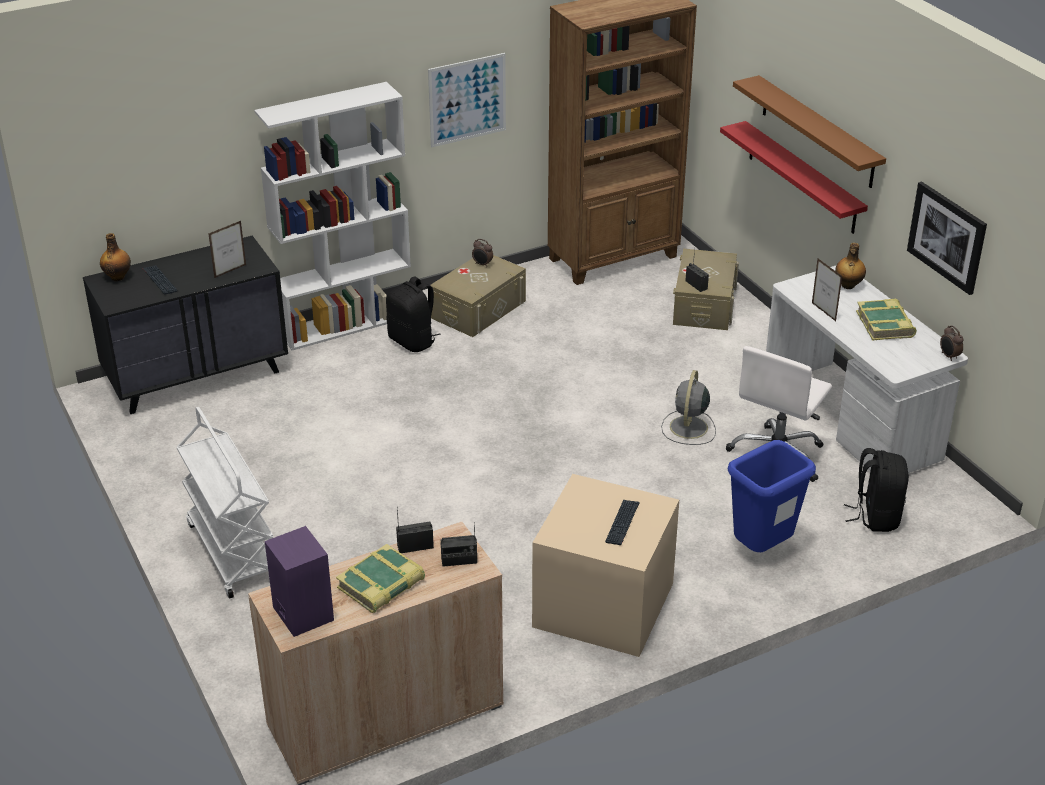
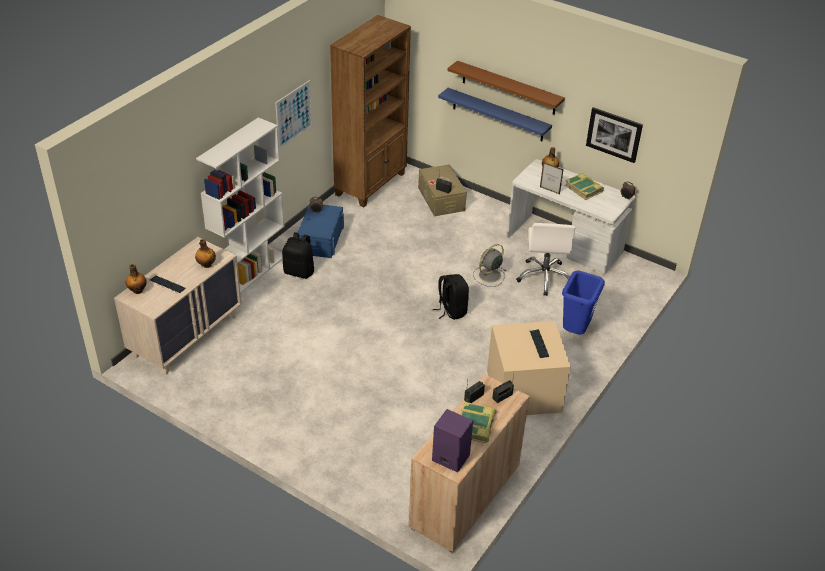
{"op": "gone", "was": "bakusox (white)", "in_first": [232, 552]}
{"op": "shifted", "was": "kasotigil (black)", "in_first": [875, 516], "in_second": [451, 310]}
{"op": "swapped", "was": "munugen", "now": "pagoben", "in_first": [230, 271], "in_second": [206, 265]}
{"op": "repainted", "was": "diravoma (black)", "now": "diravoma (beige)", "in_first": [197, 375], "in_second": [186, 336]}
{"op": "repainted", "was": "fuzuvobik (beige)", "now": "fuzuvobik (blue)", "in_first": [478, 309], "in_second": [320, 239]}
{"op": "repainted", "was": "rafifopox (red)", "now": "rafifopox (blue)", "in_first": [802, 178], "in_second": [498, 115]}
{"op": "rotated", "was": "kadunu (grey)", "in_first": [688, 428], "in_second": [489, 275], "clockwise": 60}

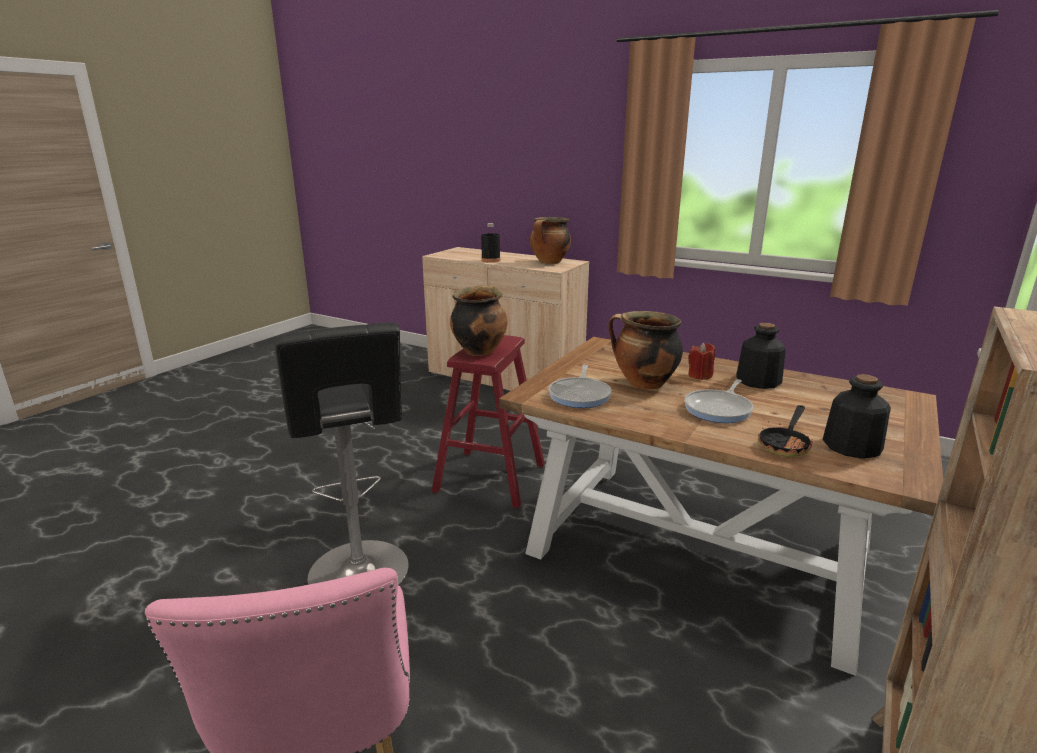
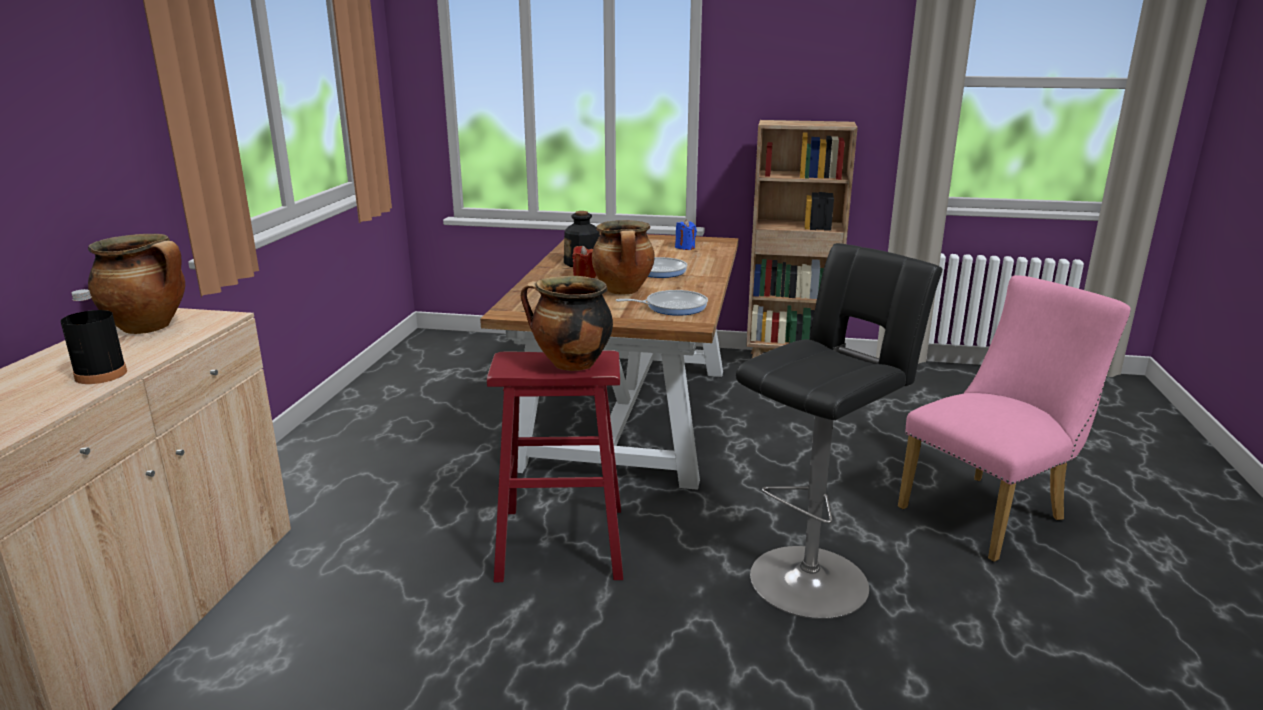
{"op": "gone", "was": "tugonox", "in_first": [785, 444]}
{"op": "swapped", "was": "pagoben", "now": "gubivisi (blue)", "in_first": [851, 446], "in_second": [685, 247]}

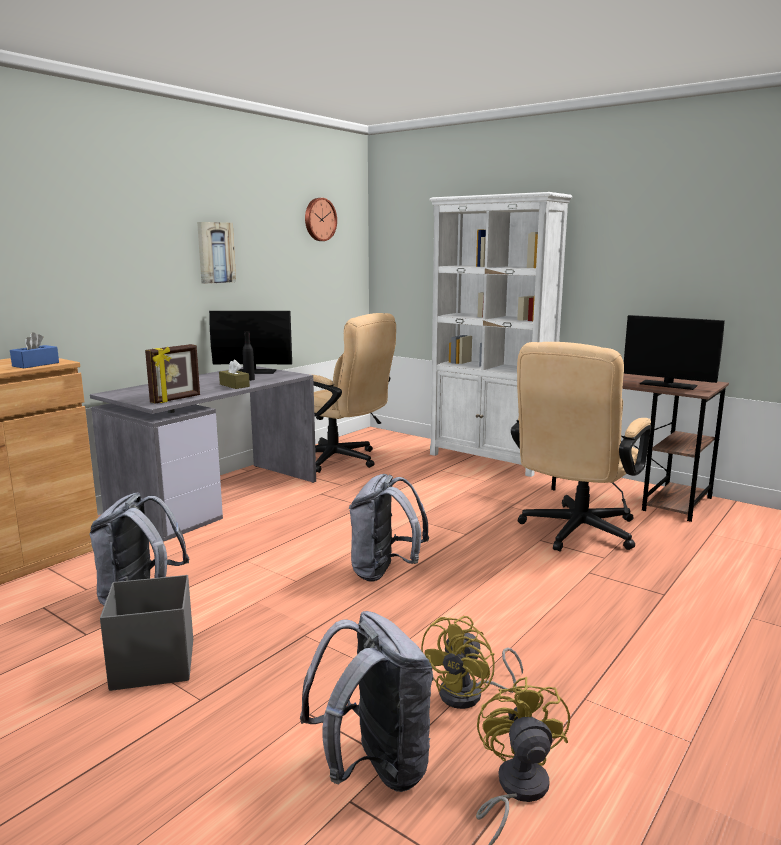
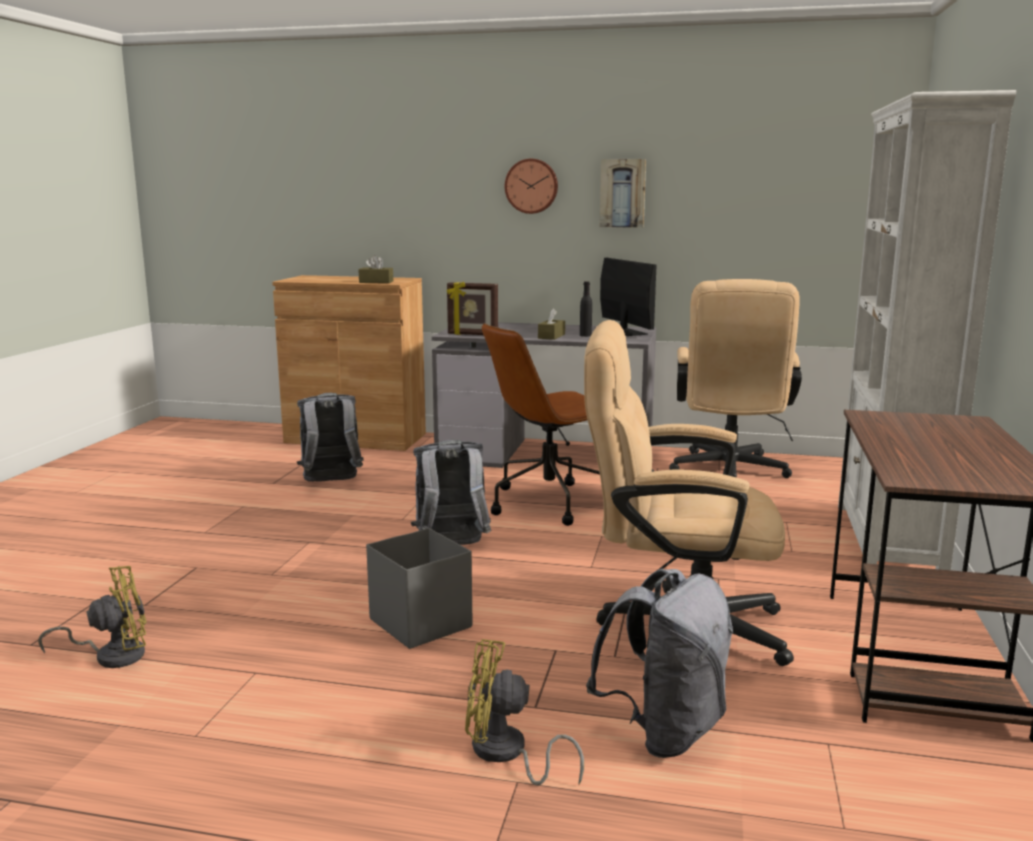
{"op": "gone", "was": "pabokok", "in_first": [668, 385]}
{"op": "new", "now": "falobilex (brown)", "in_second": [550, 502]}
{"op": "shifted", "was": "fuzuvobik (grey)", "in_first": [152, 665], "in_second": [420, 622]}
{"op": "shifted", "was": "kasotigil (grey)", "in_first": [374, 768], "in_second": [664, 732]}
{"op": "shifted", "was": "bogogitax", "in_first": [319, 219], "in_second": [531, 186]}
{"op": "shifted", "was": "kadunu (yellow)", "in_first": [470, 695], "in_second": [506, 754]}
{"op": "repainted", "was": "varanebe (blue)", "now": "varanebe (brown)", "in_first": [36, 364], "in_second": [376, 282]}

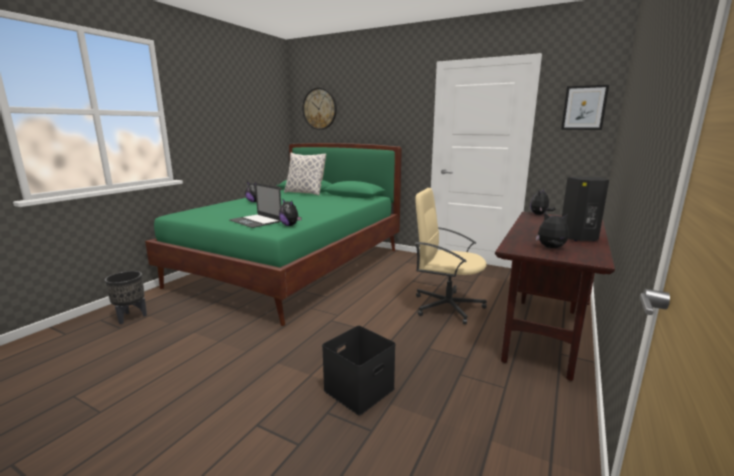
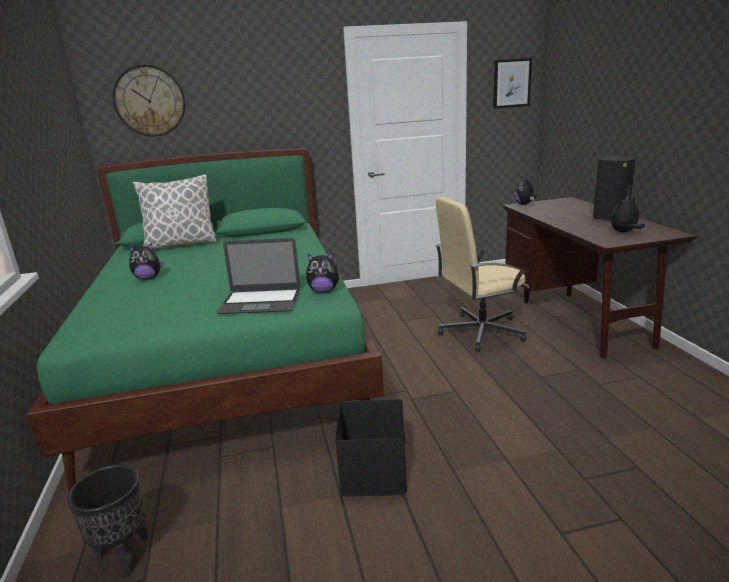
{"op": "shifted", "was": "fuzuvobik (black)", "in_first": [359, 388], "in_second": [372, 471]}

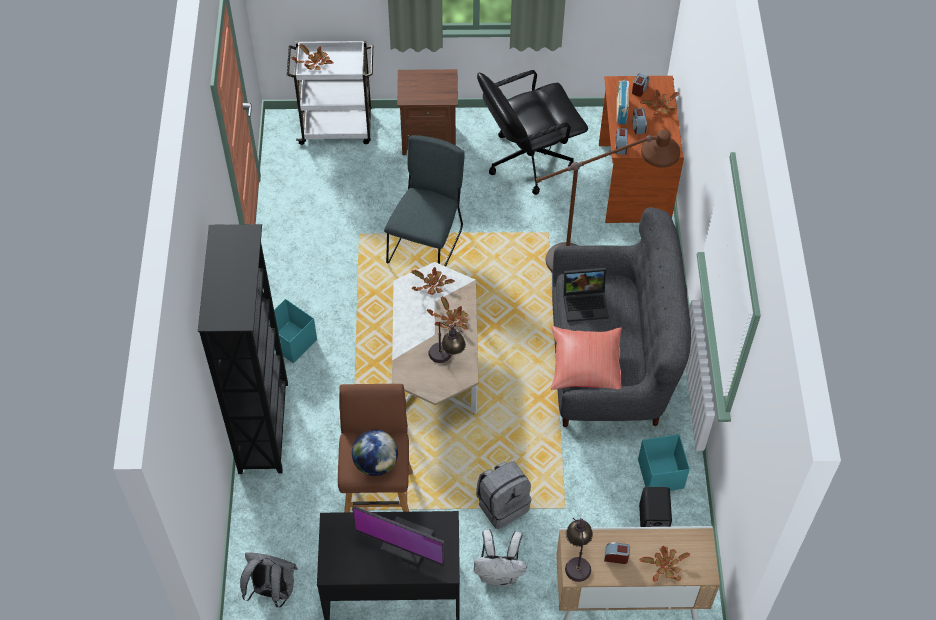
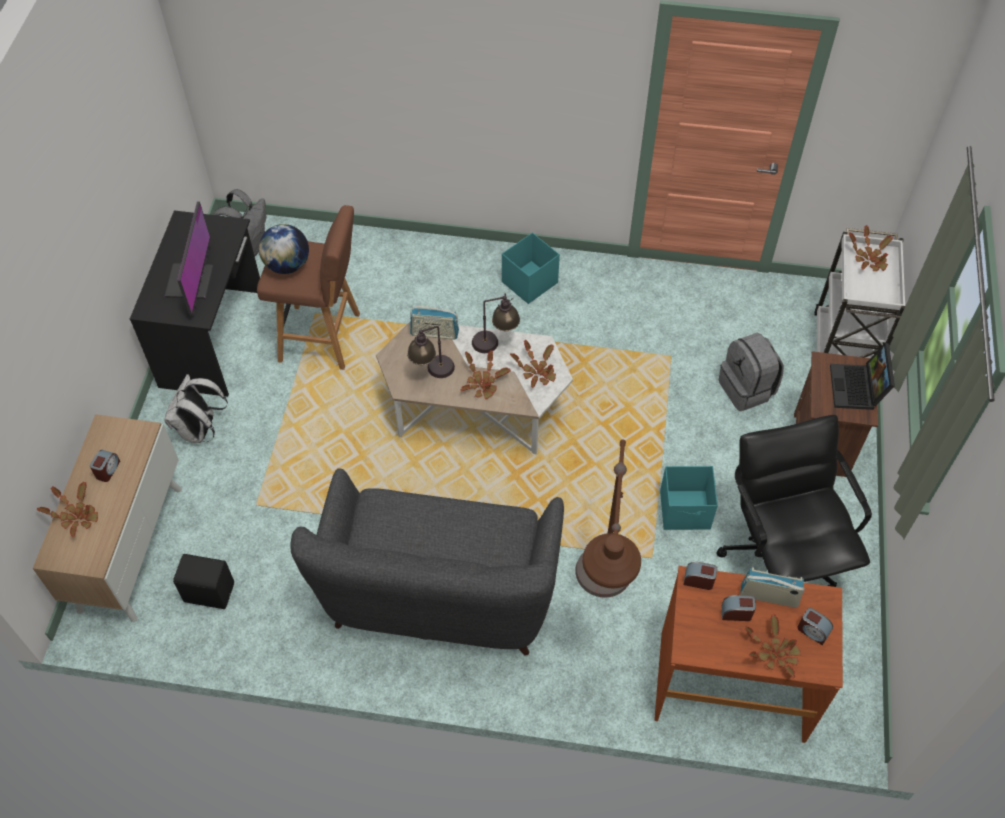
{"op": "gone", "was": "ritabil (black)", "in_first": [265, 426]}
{"op": "gone", "was": "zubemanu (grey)", "in_first": [427, 243]}
{"op": "gone", "was": "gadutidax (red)", "in_first": [585, 367]}
{"op": "new", "now": "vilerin", "in_second": [434, 333]}
{"op": "shifted", "was": "kasotigil (grey)", "in_first": [502, 504], "in_second": [747, 389]}
{"op": "shifted", "was": "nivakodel", "in_first": [586, 303], "in_second": [858, 389]}
{"op": "shifted", "was": "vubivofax", "in_first": [577, 559], "in_second": [495, 343]}
{"op": "shifted", "was": "fuzuvobik (turquoise)", "in_first": [660, 473], "in_second": [685, 511]}
{"op": "rotated", "was": "pabokok", "in_first": [406, 542], "in_second": [191, 281], "clockwise": 150}

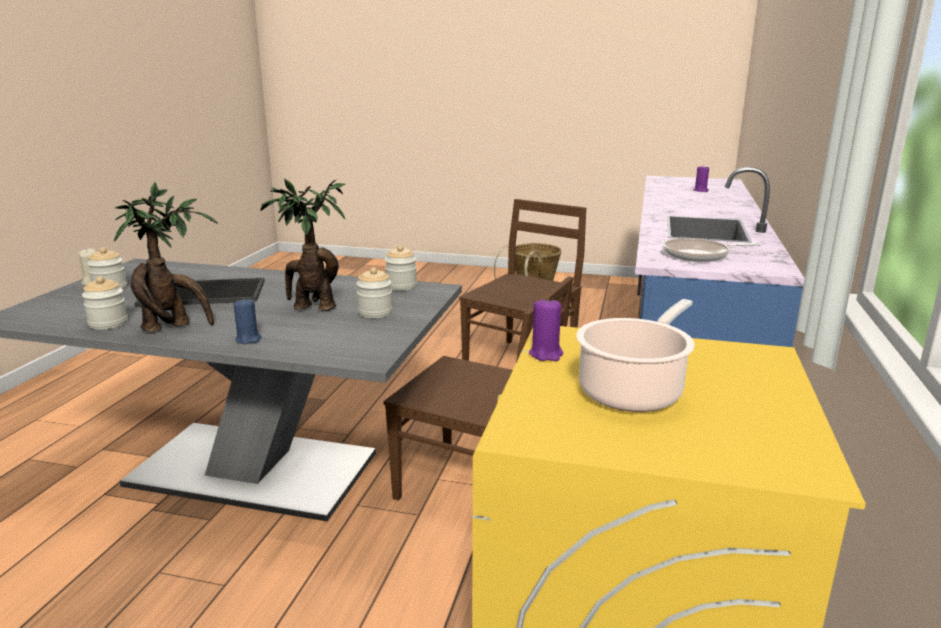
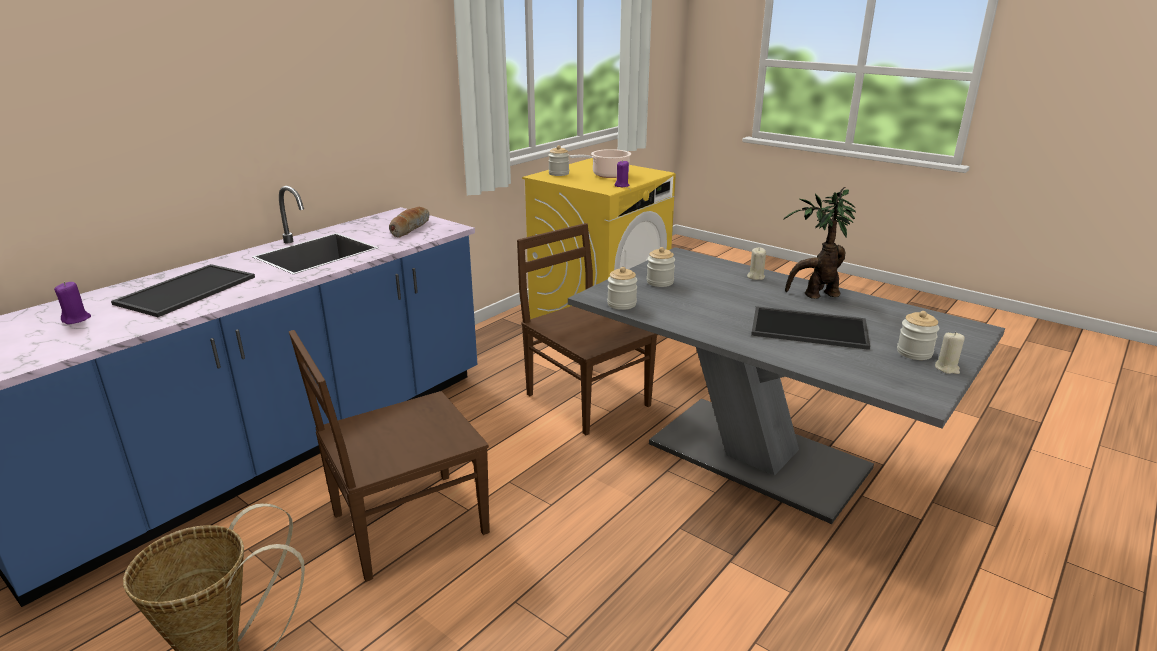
{"op": "gone", "was": "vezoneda", "in_first": [311, 307]}
{"op": "new", "now": "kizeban", "in_second": [186, 289]}
{"op": "shifted", "was": "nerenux", "in_first": [108, 323], "in_second": [559, 173]}
{"op": "swapped", "was": "tugonox", "now": "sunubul", "in_first": [699, 255], "in_second": [410, 228]}
{"op": "repainted", "was": "gubivisi (blue)", "now": "gubivisi (beige)", "in_first": [248, 339], "in_second": [755, 277]}

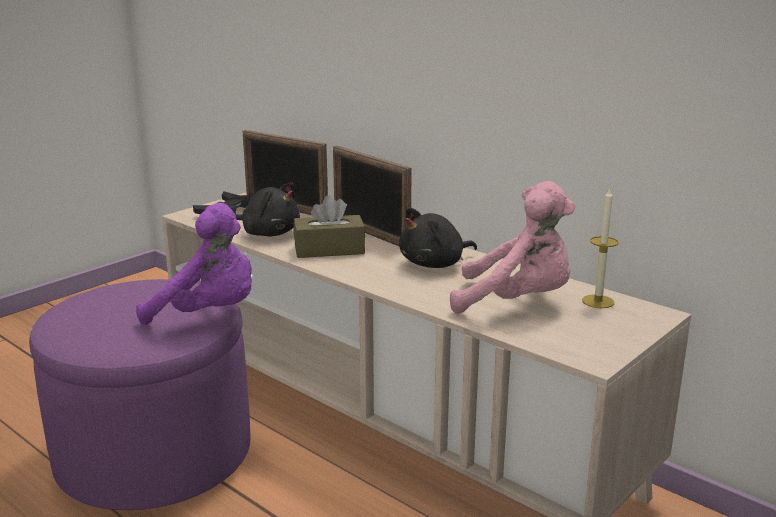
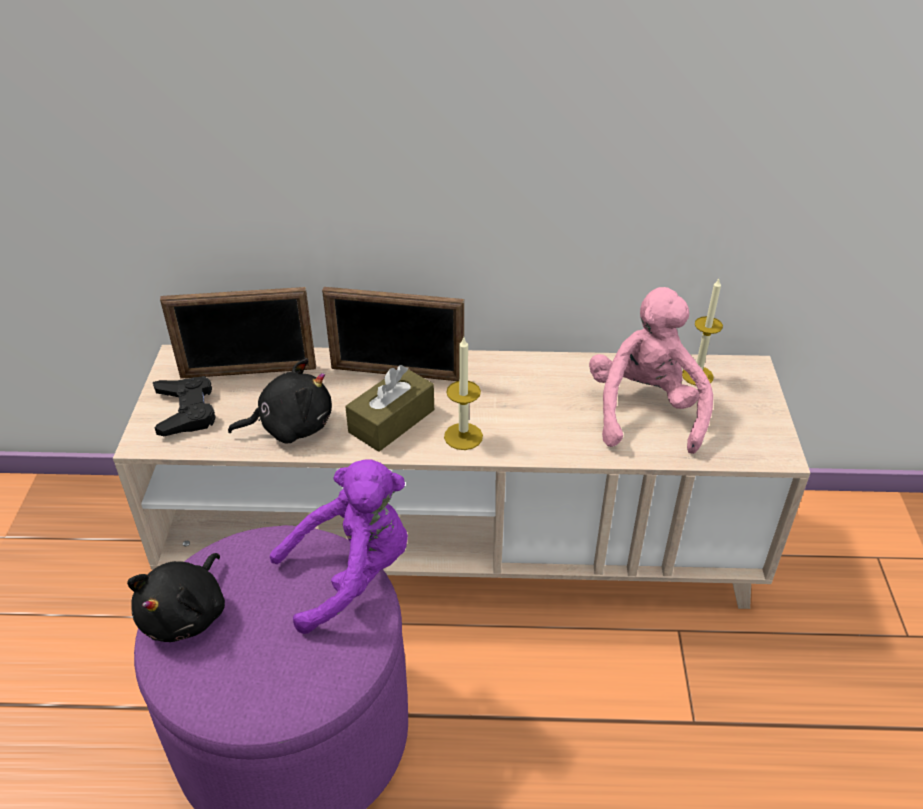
{"op": "new", "now": "gubivisi", "in_second": [463, 436]}
{"op": "shifted", "was": "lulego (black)", "in_first": [435, 264], "in_second": [187, 614]}
{"op": "rotated", "was": "lulego (pink)", "in_first": [516, 302], "in_second": [644, 411], "clockwise": -60}

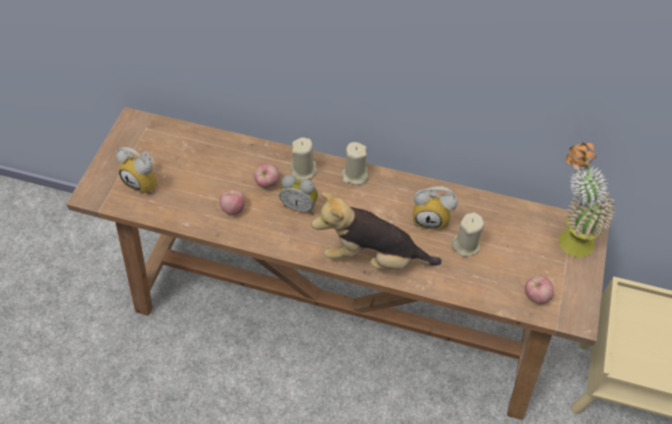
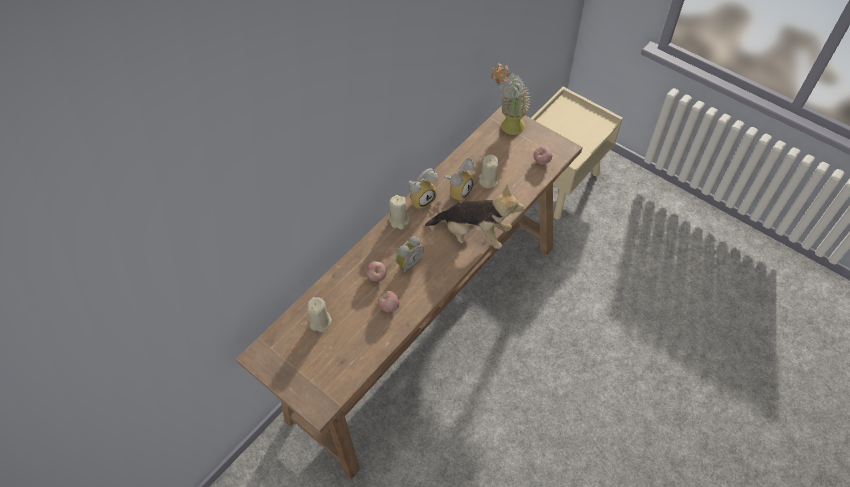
{"op": "shifted", "was": "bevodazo", "in_first": [146, 181], "in_second": [422, 198]}
{"op": "shifted", "was": "gubivisi (beige)", "in_first": [304, 170], "in_second": [320, 321]}
{"op": "rotated", "was": "lulego", "in_first": [373, 257], "in_second": [474, 234], "clockwise": -105}

